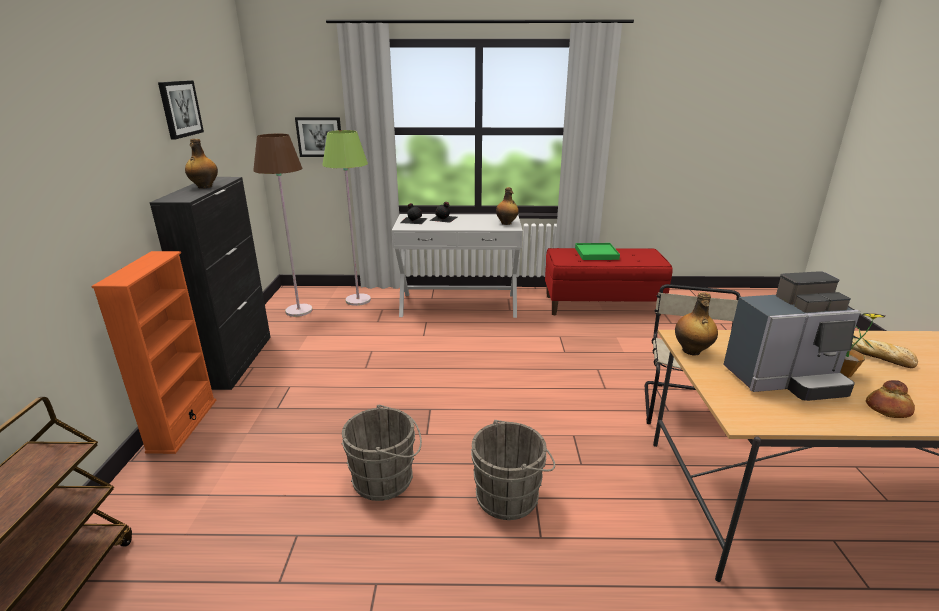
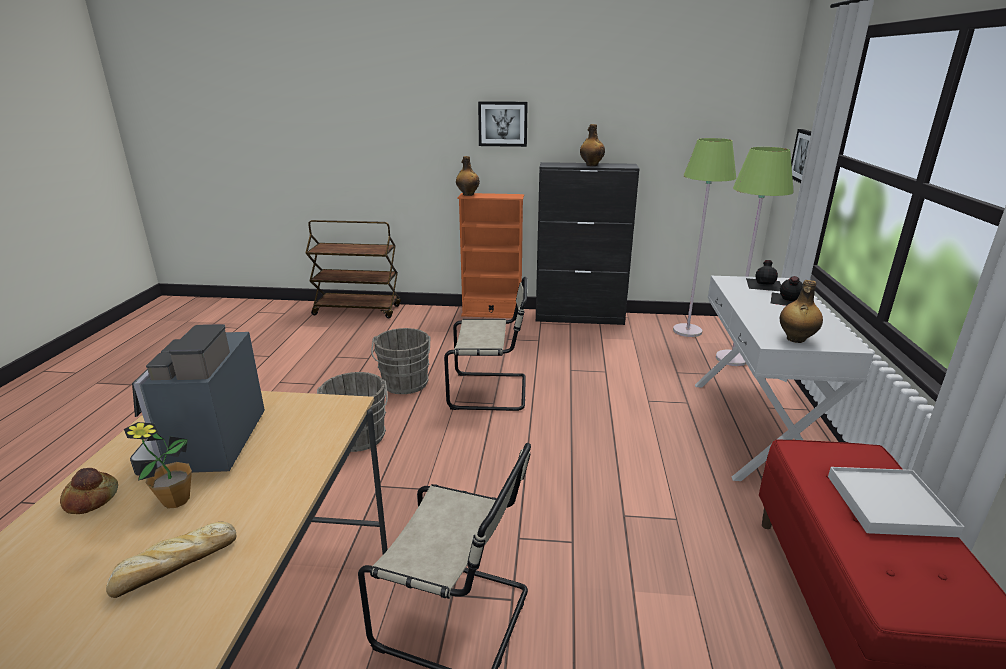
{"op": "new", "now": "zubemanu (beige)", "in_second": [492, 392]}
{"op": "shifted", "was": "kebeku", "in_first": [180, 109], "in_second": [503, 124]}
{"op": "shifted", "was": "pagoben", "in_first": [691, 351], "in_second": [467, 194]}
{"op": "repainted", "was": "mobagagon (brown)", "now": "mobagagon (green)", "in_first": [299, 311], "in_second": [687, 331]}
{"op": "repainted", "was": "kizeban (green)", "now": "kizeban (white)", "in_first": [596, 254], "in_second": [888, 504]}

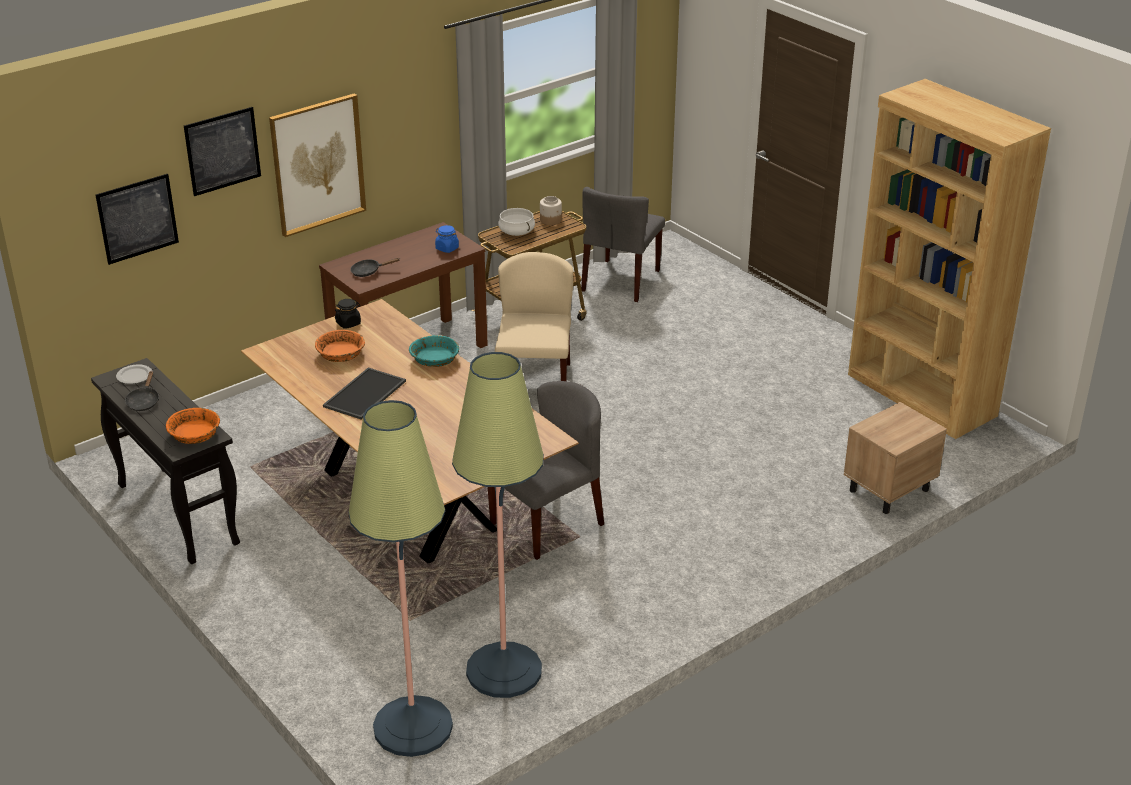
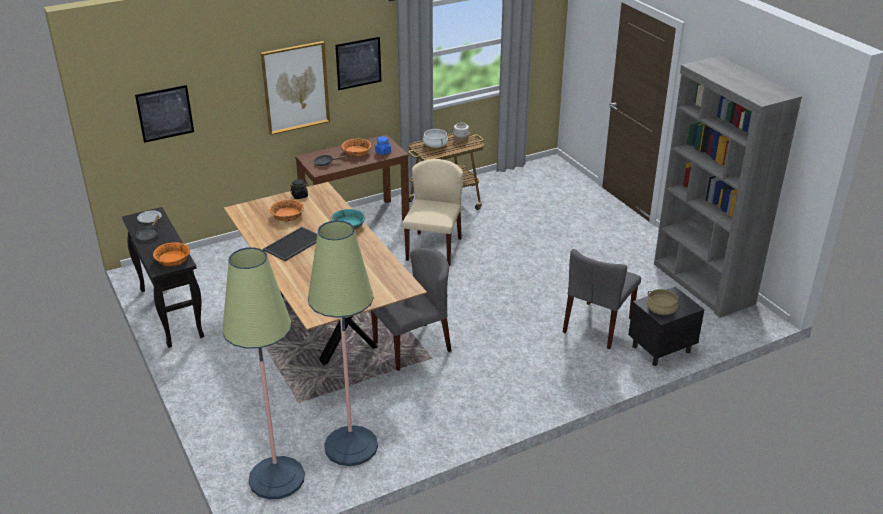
{"op": "new", "now": "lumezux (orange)", "in_second": [356, 152]}
{"op": "new", "now": "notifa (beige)", "in_second": [661, 310]}
{"op": "shifted", "was": "kebeku", "in_first": [222, 151], "in_second": [358, 63]}
{"op": "shifted", "was": "zubemanu (grey)", "in_first": [621, 281], "in_second": [598, 325]}
{"op": "repainted", "was": "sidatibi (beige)", "now": "sidatibi (black)", "in_first": [888, 490], "in_second": [660, 349]}
{"op": "repainted", "was": "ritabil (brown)", "now": "ritabil (grey)", "in_first": [921, 396], "in_second": [702, 284]}

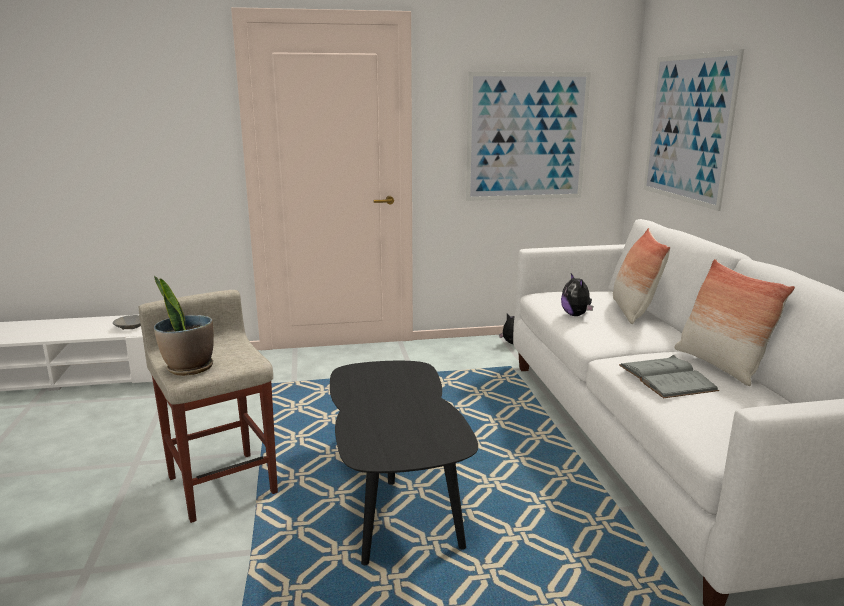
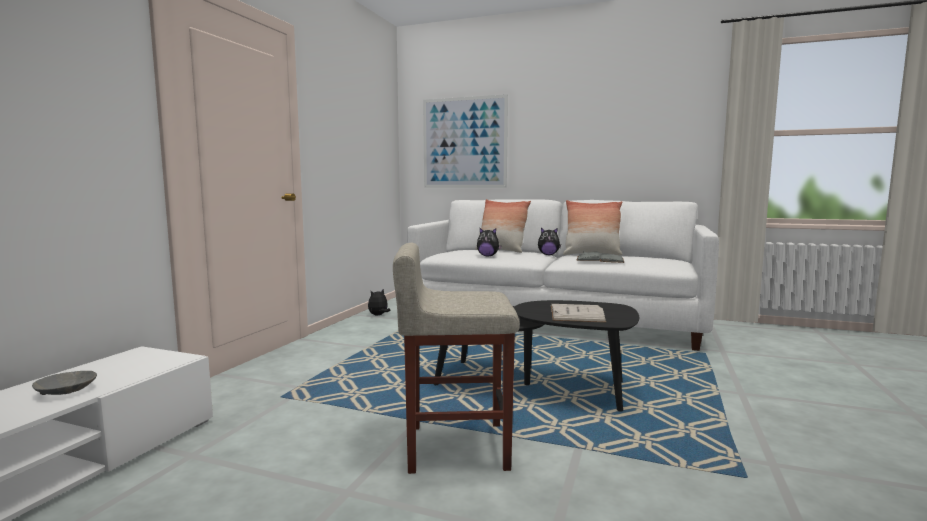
{"op": "gone", "was": "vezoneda", "in_first": [189, 368]}
{"op": "gone", "was": "kebeku", "in_first": [527, 137]}
{"op": "new", "now": "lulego", "in_second": [548, 255]}
{"op": "new", "now": "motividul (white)", "in_second": [576, 313]}

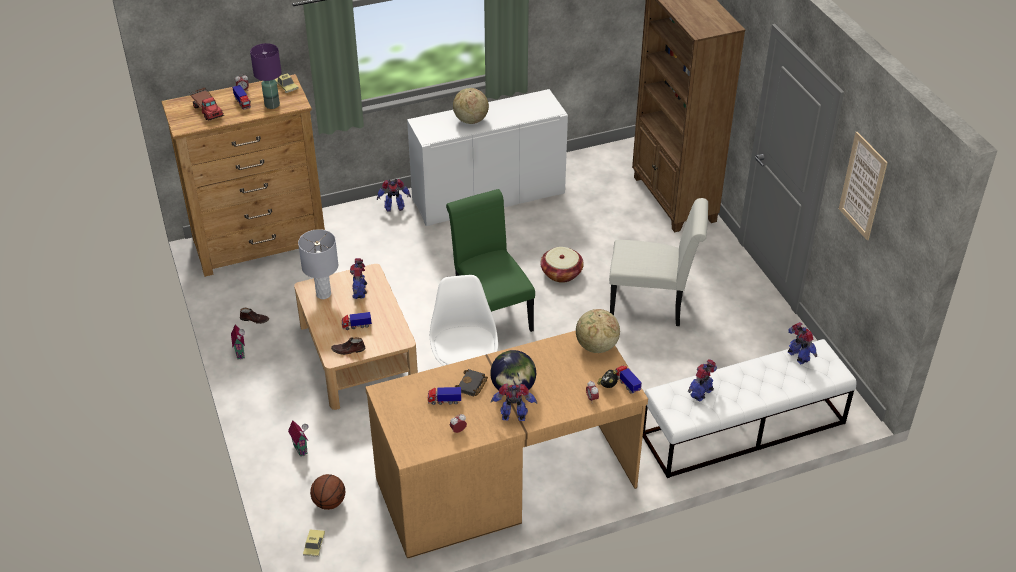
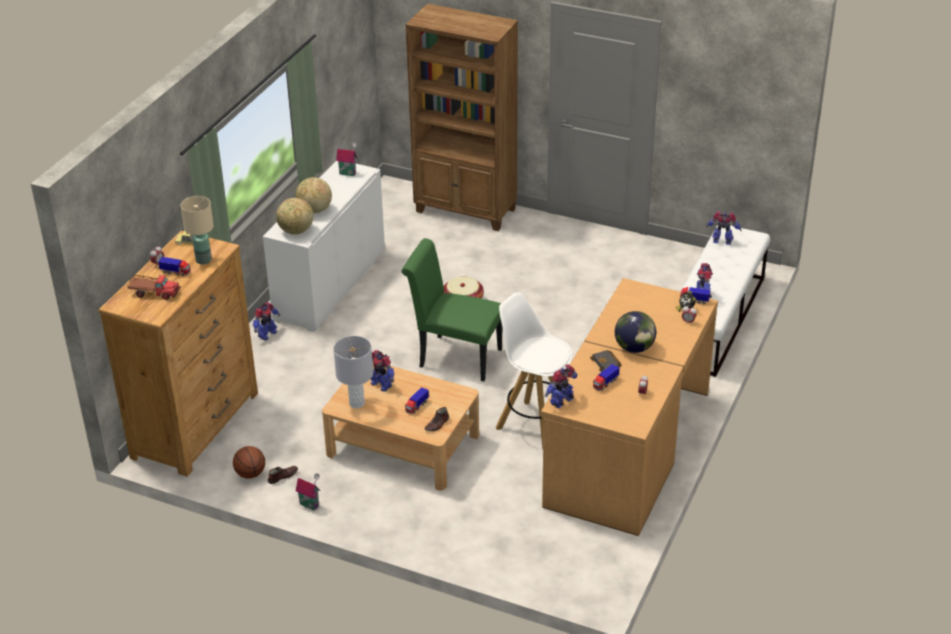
{"op": "gone", "was": "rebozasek", "in_first": [314, 545]}
{"op": "gone", "was": "zubemanu (white)", "in_first": [652, 305]}
{"op": "gone", "was": "kebeku", "in_first": [862, 186]}
{"op": "shifted", "was": "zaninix", "in_first": [301, 448], "in_second": [348, 173]}
{"op": "shifted", "was": "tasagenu", "in_first": [329, 502], "in_second": [250, 474]}
{"op": "shifted", "was": "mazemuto", "in_first": [514, 417], "in_second": [562, 401]}
{"op": "shifted", "was": "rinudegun", "in_first": [596, 346], "in_second": [296, 231]}
{"op": "repainted", "was": "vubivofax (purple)", "now": "vubivofax (beige)", "in_first": [272, 105], "in_second": [204, 260]}

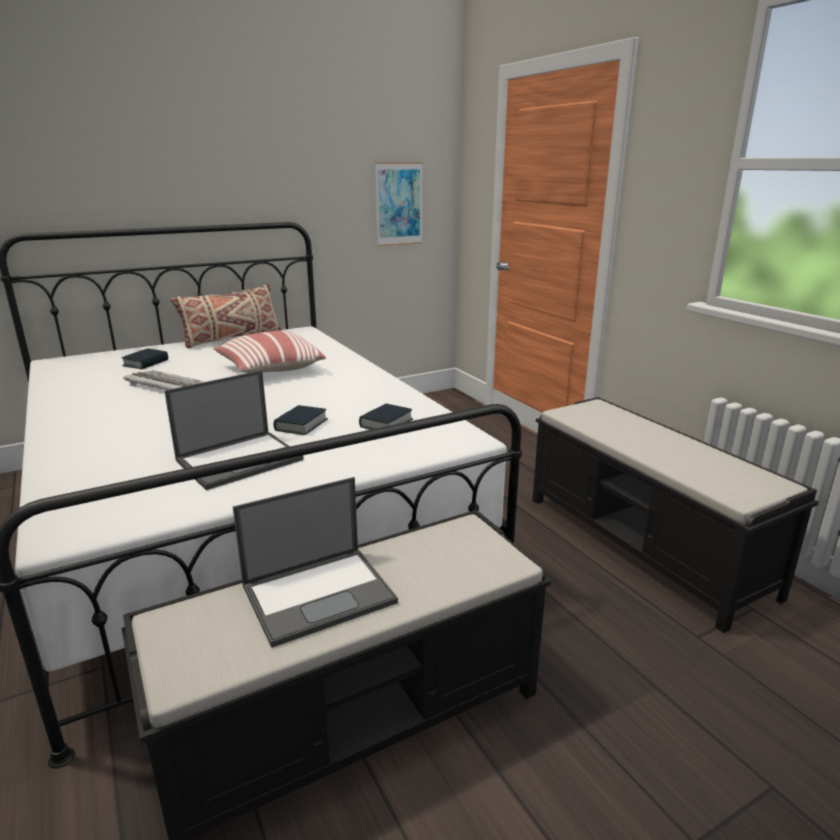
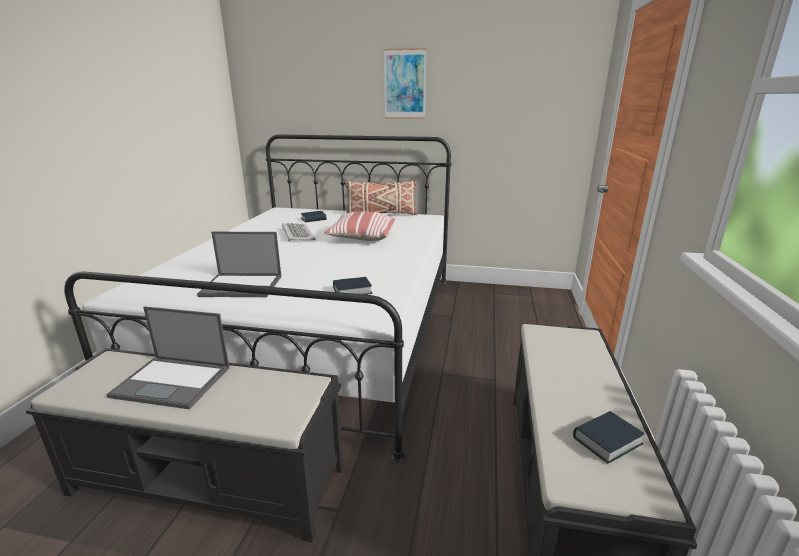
{"op": "shifted", "was": "motividul", "in_first": [301, 425], "in_second": [606, 441]}
{"op": "shifted", "was": "kebeku", "in_first": [399, 204], "in_second": [405, 84]}

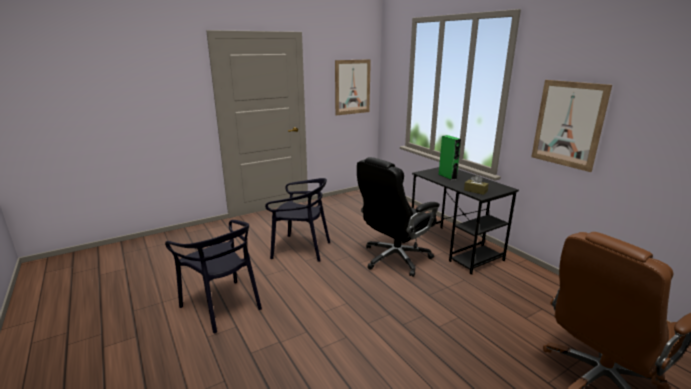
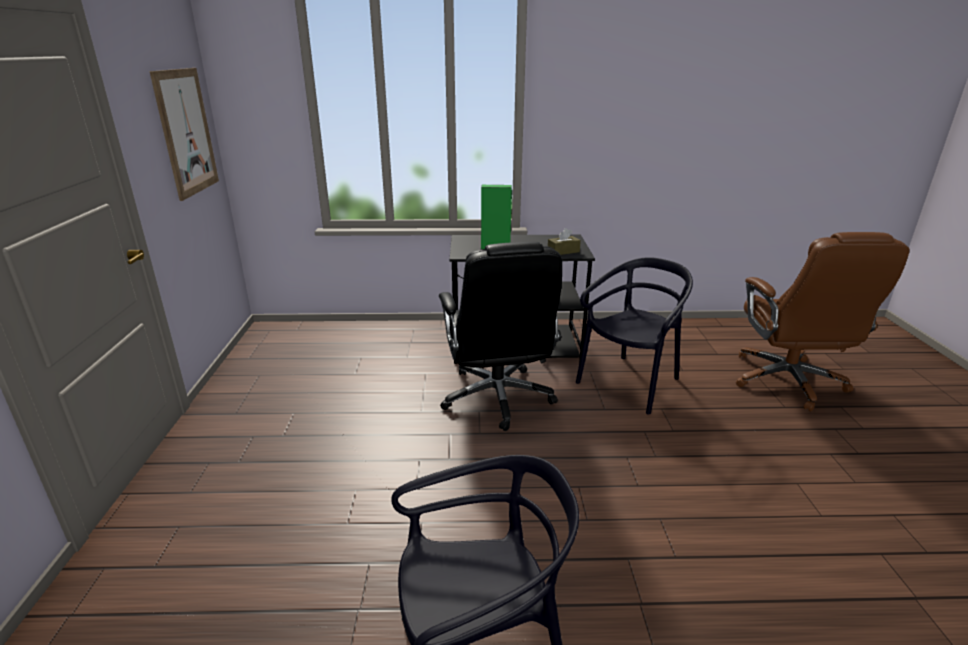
{"op": "gone", "was": "kebeku", "in_first": [568, 124]}
{"op": "shifted", "was": "zubemanu (black)", "in_first": [301, 249], "in_second": [630, 383]}

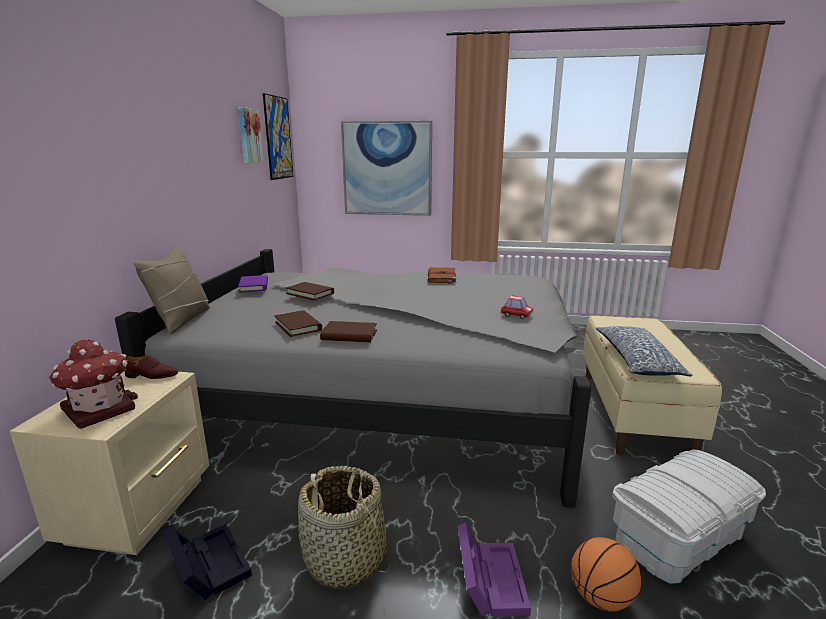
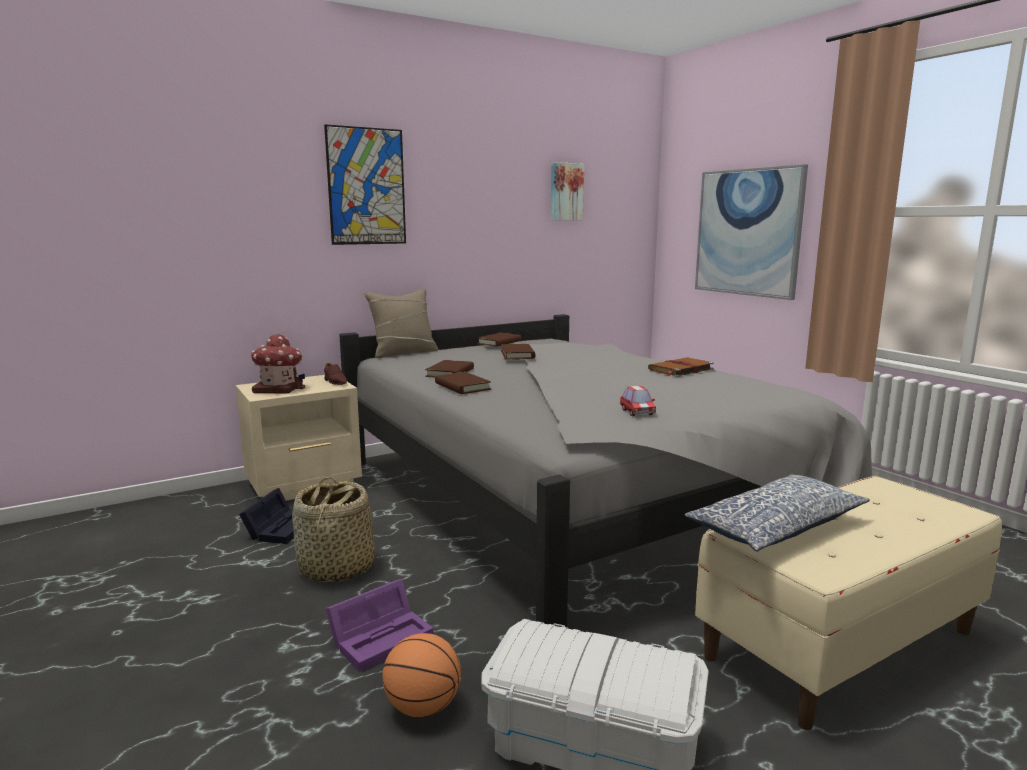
{"op": "shifted", "was": "kebeku", "in_first": [278, 138], "in_second": [366, 186]}
{"op": "repainted", "was": "motividul (purple)", "now": "motividul (brown)", "in_first": [254, 286], "in_second": [499, 342]}

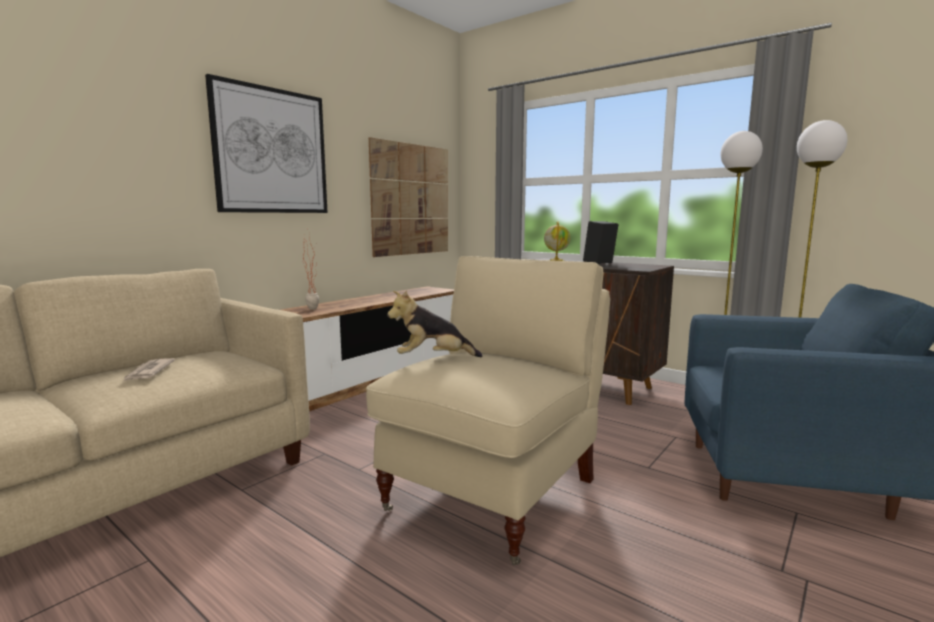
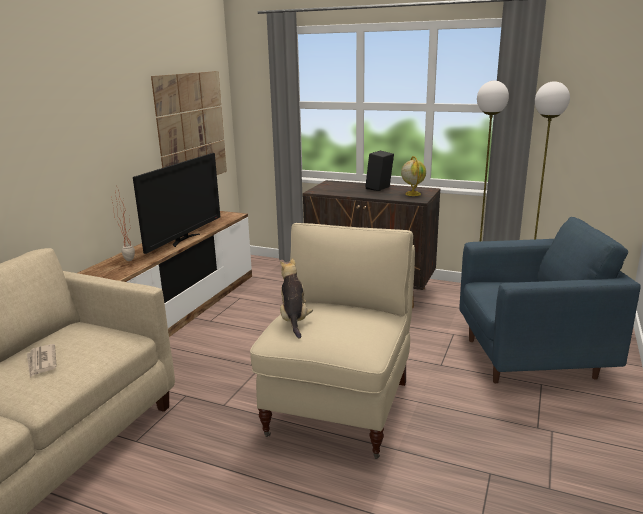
{"op": "gone", "was": "kebeku", "in_first": [271, 151]}
{"op": "new", "now": "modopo", "in_second": [184, 239]}
{"op": "shifted", "was": "rinudegun", "in_first": [556, 261], "in_second": [412, 194]}
{"op": "rotated", "was": "lulego", "in_first": [433, 359], "in_second": [294, 319], "clockwise": 105}

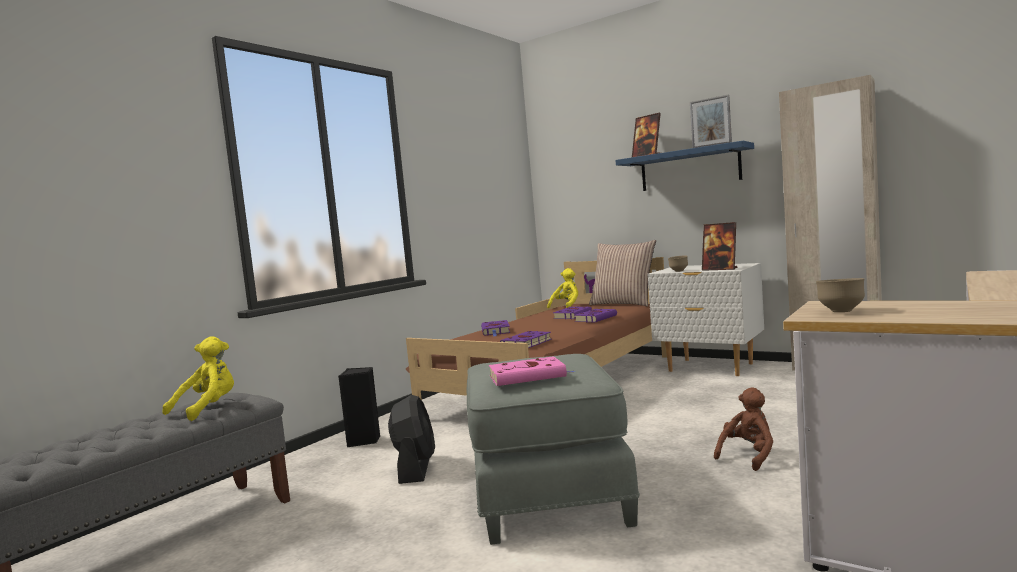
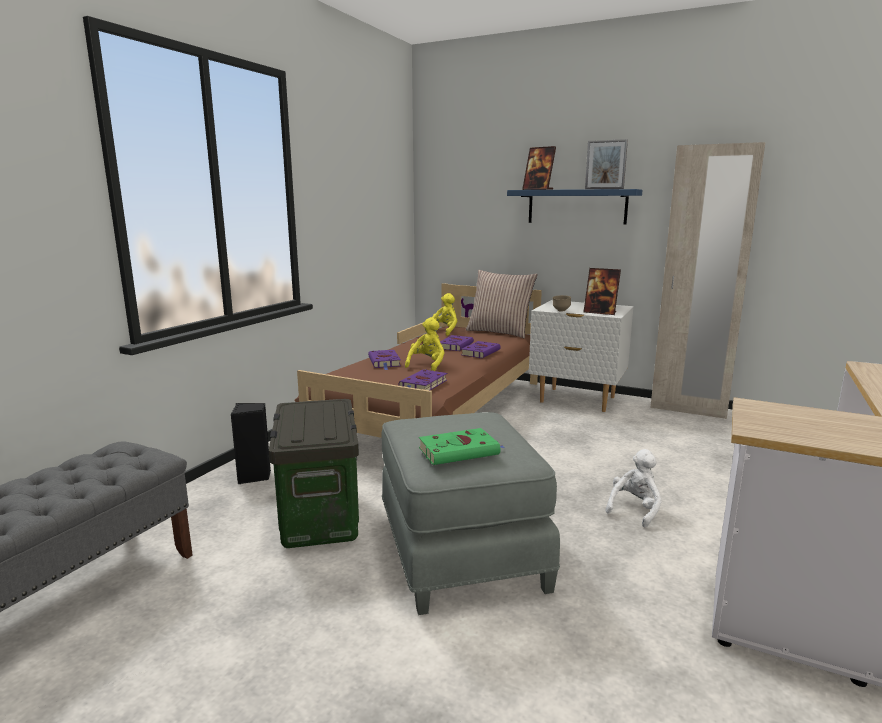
{"op": "gone", "was": "lumezux (brown)", "in_first": [841, 311]}
{"op": "shifted", "was": "lulego (yellow)", "in_first": [208, 409], "in_second": [427, 365]}
{"op": "swapped", "was": "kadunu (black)", "now": "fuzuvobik", "in_first": [415, 468], "in_second": [318, 515]}
{"op": "repainted", "was": "motividul (pink)", "now": "motividul (green)", "in_first": [529, 376], "in_second": [461, 451]}
{"op": "repainted", "was": "lulego (brown)", "now": "lulego (white)", "in_first": [748, 456], "in_second": [634, 509]}

